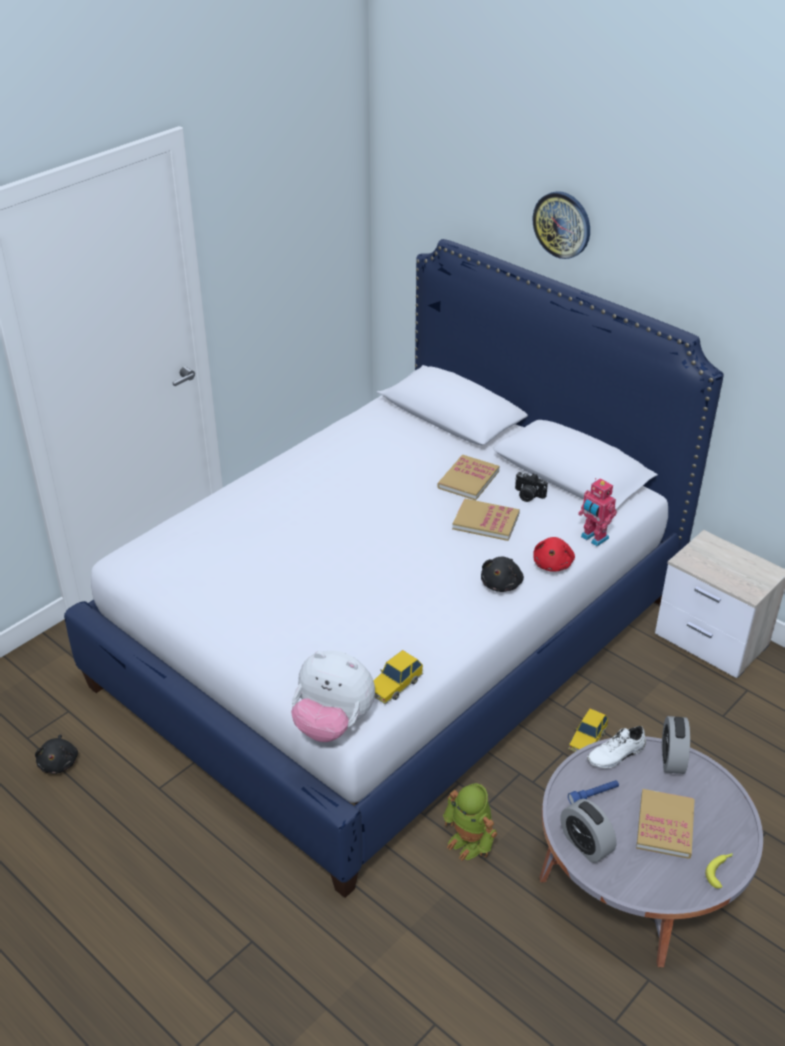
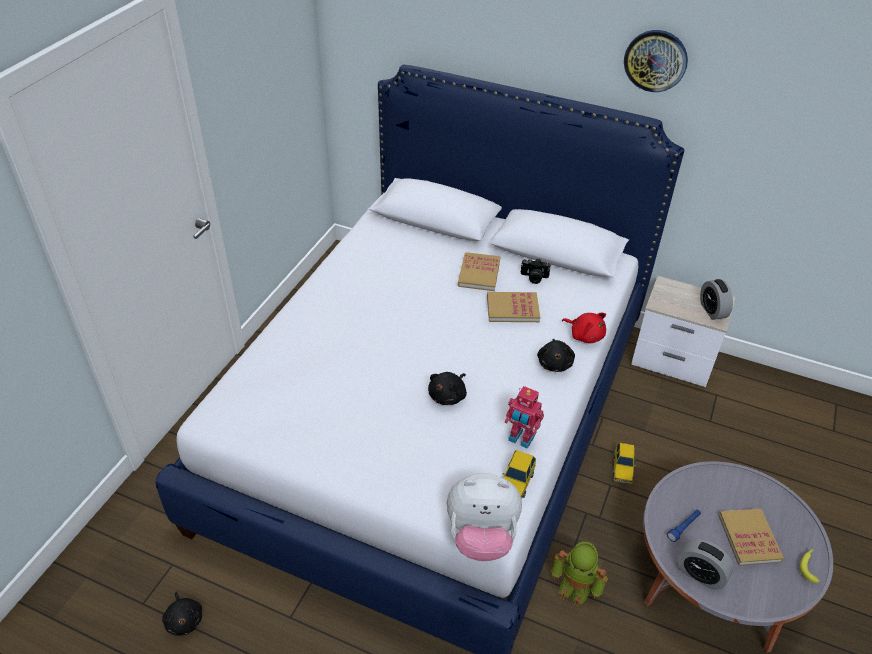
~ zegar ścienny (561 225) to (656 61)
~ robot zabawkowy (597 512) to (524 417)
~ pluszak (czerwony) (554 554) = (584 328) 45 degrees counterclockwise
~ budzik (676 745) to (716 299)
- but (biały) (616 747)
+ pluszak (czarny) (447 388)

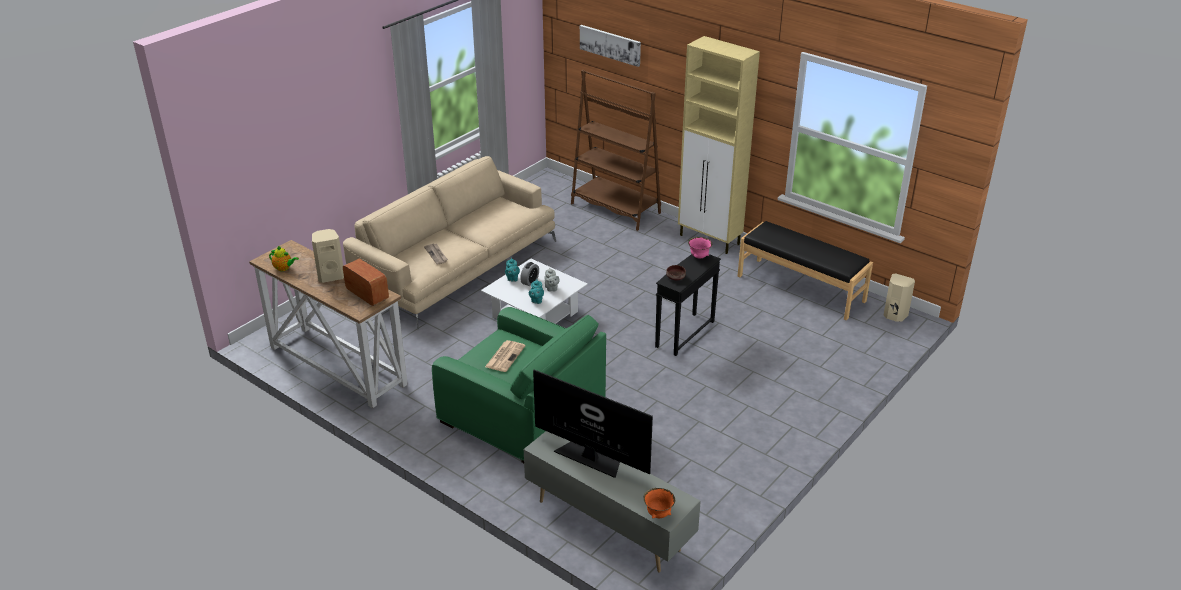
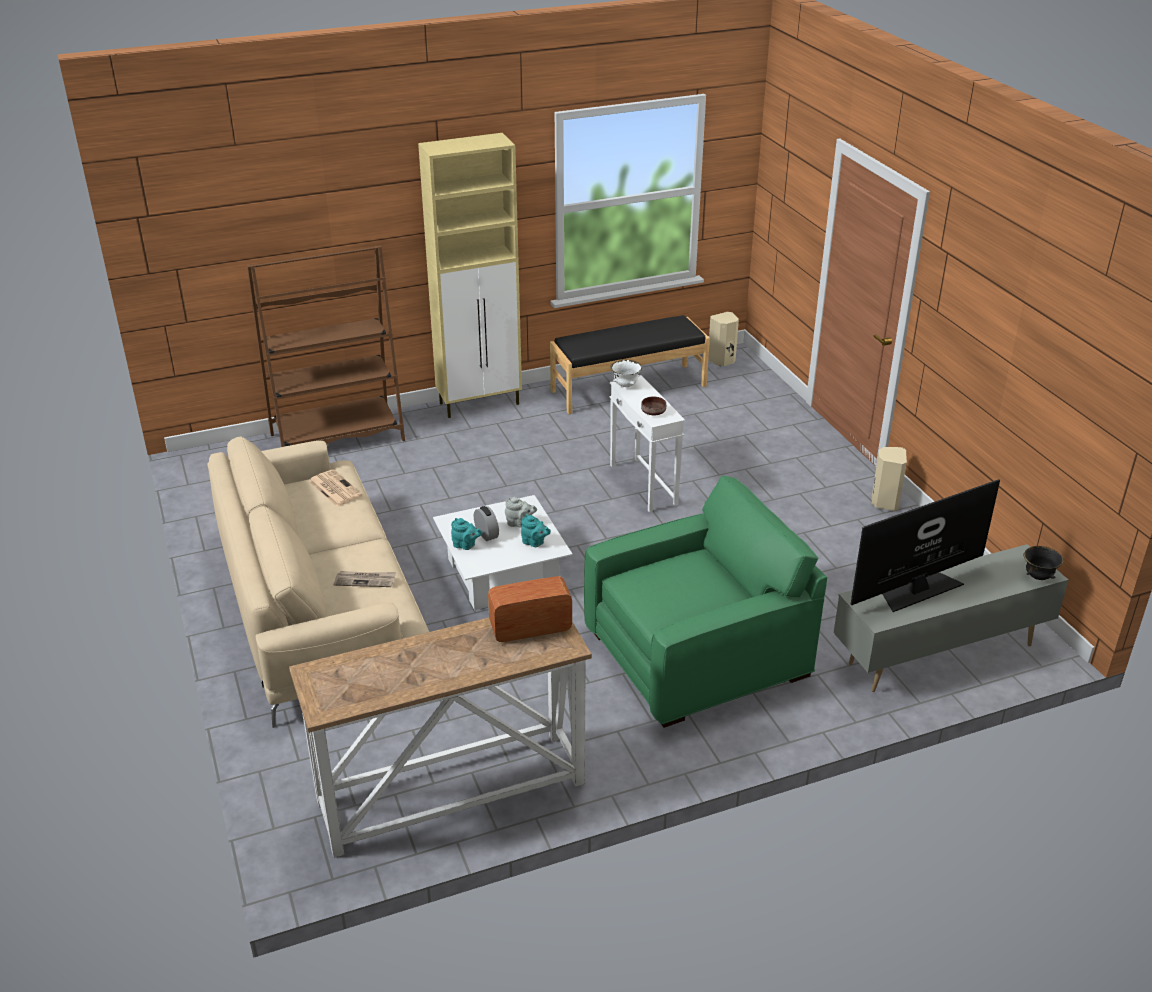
- obraz (610 46)
~ głośnik (beżowy) (328 256) to (889 479)
~ miska (różowy) (700 248) to miska (biały) (626 373)
- imbryk (284 258)
~ stolik (czarny) (688 305) to stolik (biały) (647 443)
~ gazeta (505 356) to (335 488)
~ miska (pomarańczowy) (659 503) to miska (czarny) (1043 563)

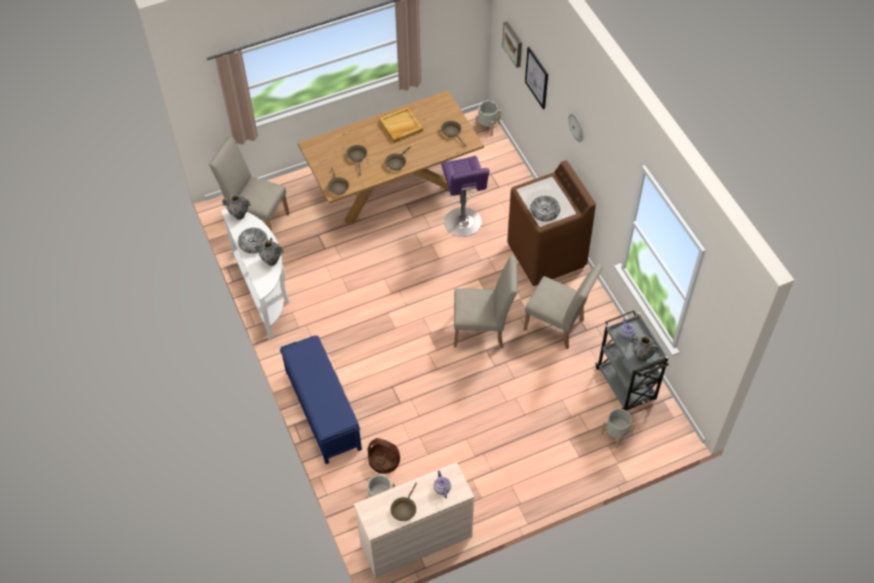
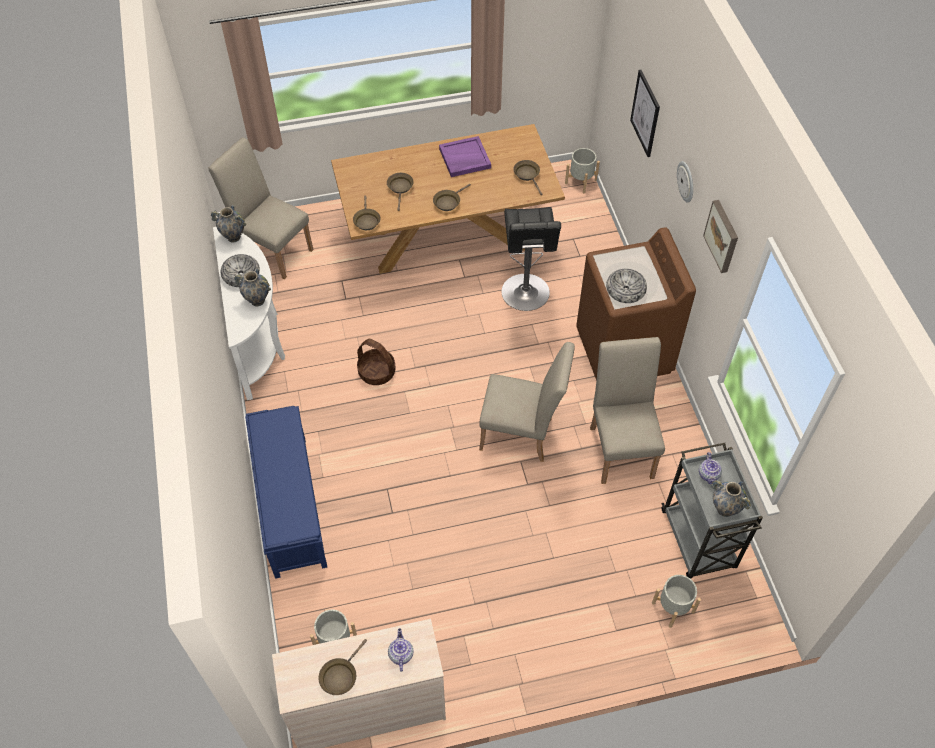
~ obraz (512 44) to (720 236)
~ taca (beżowy) (401 125) to taca (fioletowy) (465 156)
~ stołek (fioletowy) (465 196) to stołek (czarny) (531 259)
~ krzesło (beżowy) (563 306) = (627 410) 135 degrees counterclockwise
~ koszyk (384 456) to (376 362)

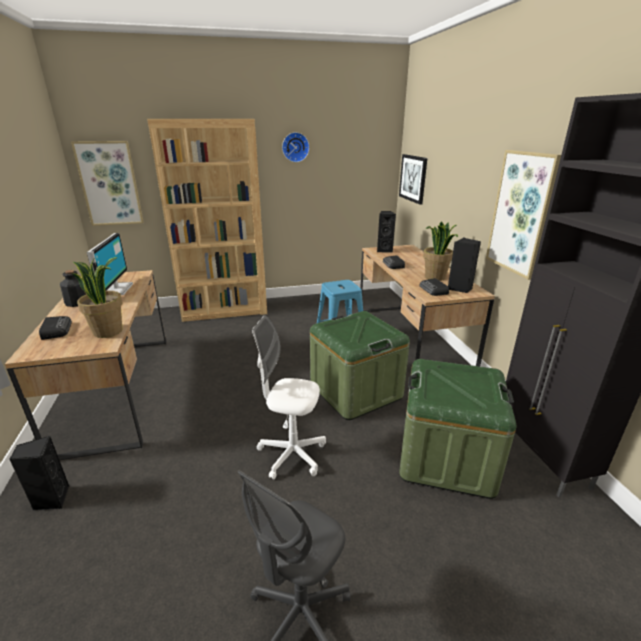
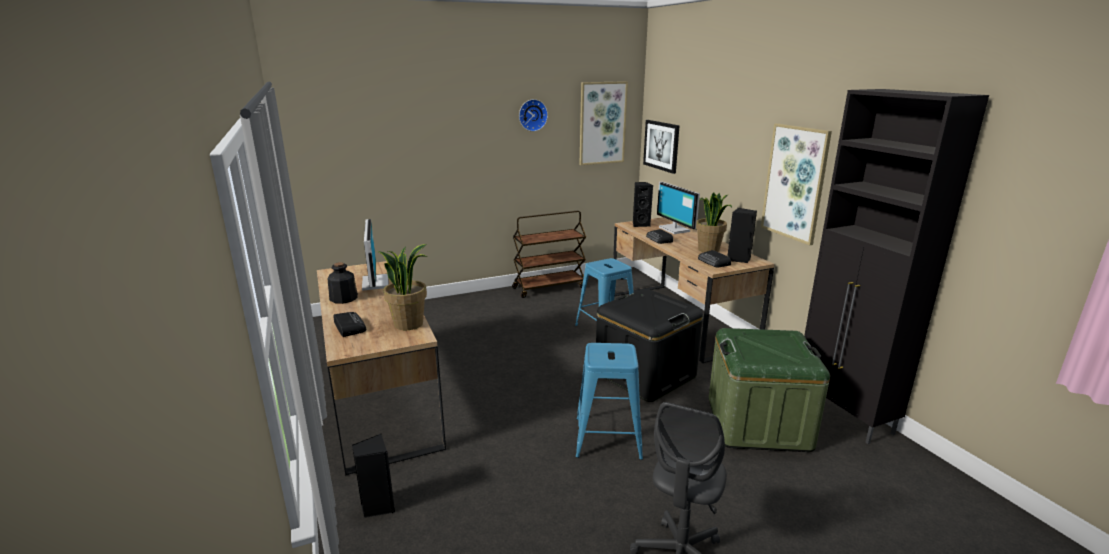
- regał (brązowy) (207 220)
~ obraz (107 183) to (603 123)
~ pojemnik do przechowywania (zielony) (360 365) to pojemnik do przechowywania (czarny) (649 345)
~ krzesło biurowe (biały) (289 397) to stołek (niebieski) (609 401)
+ monitor (678 208)
+ wózek (brązowy) (549 254)

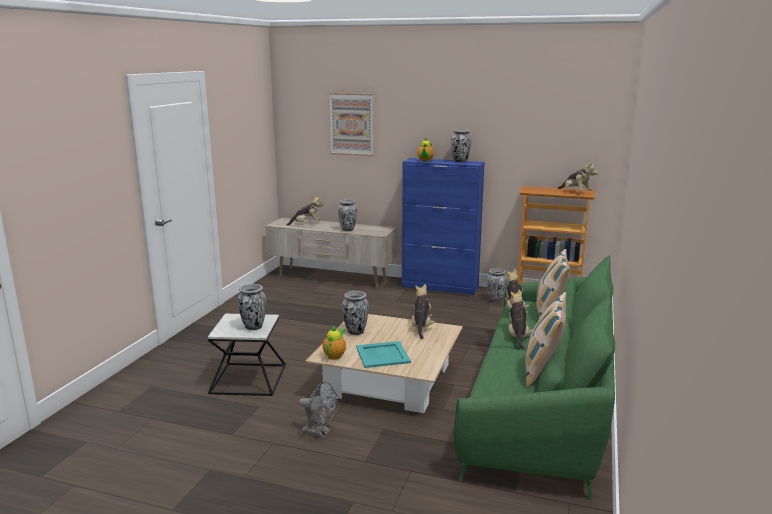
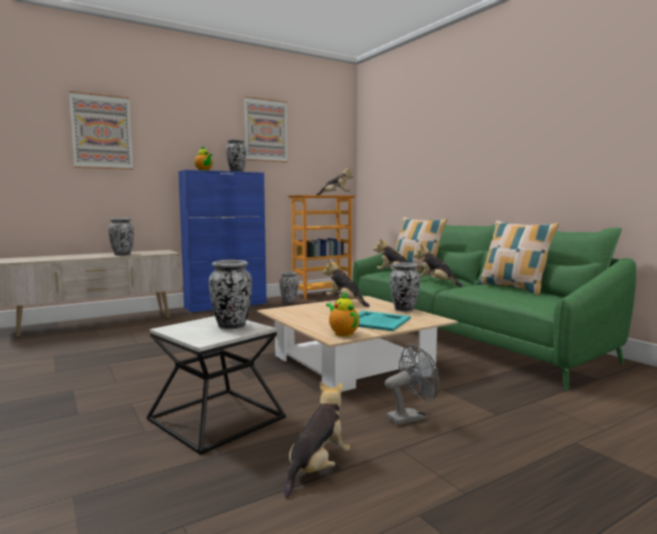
~ pluszak (305 210) to (317 439)
~ wazon (355 313) to (405 287)
+ obraz (266 129)

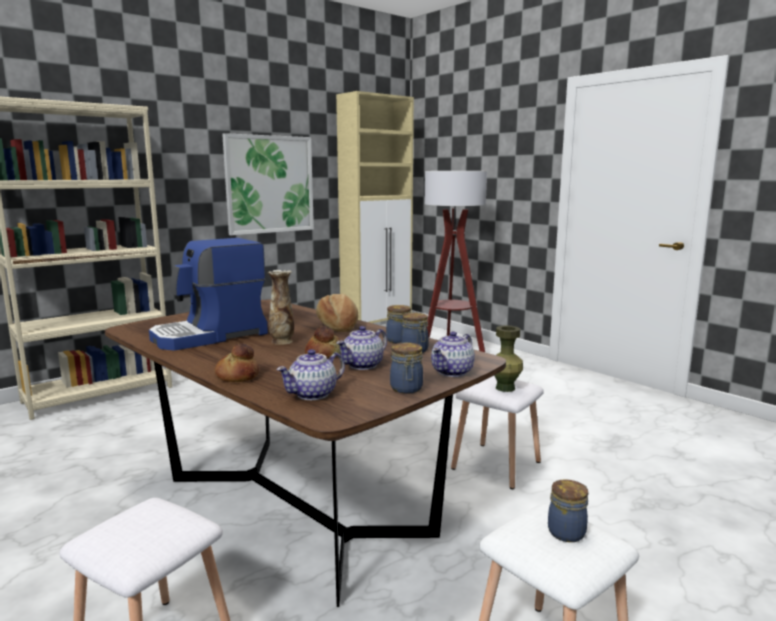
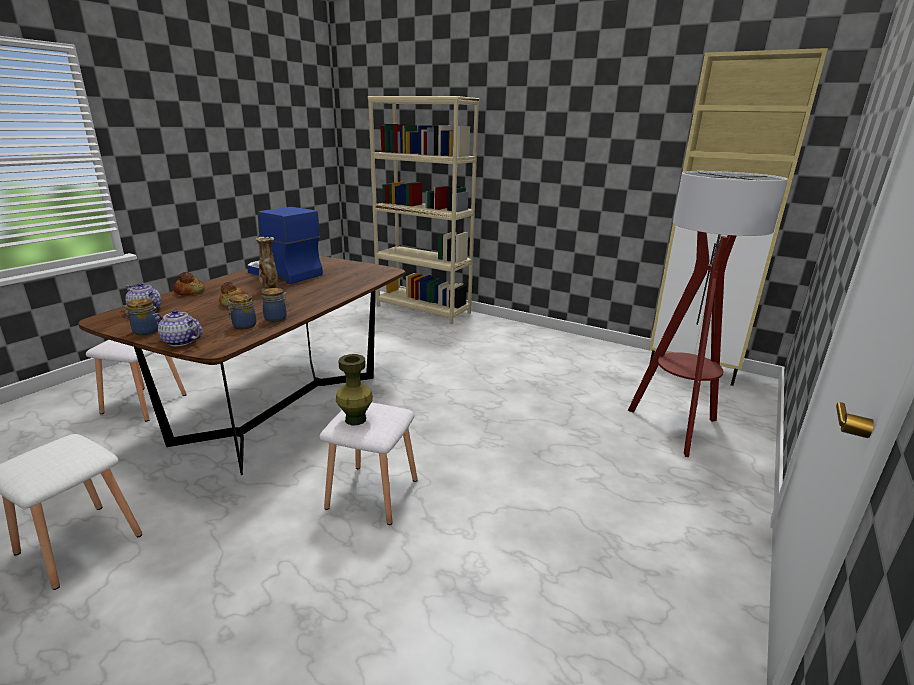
- obraz (268 184)
- chleb (337 313)
- imbryk (361 348)
- słoik (568 510)

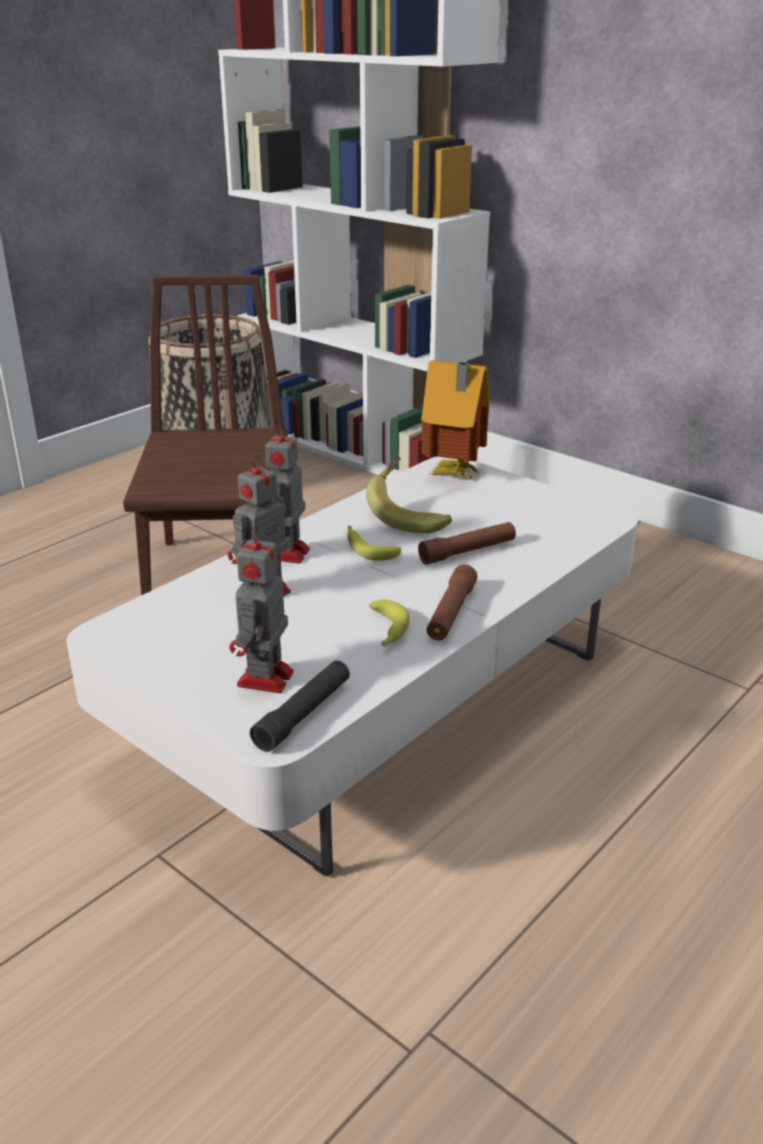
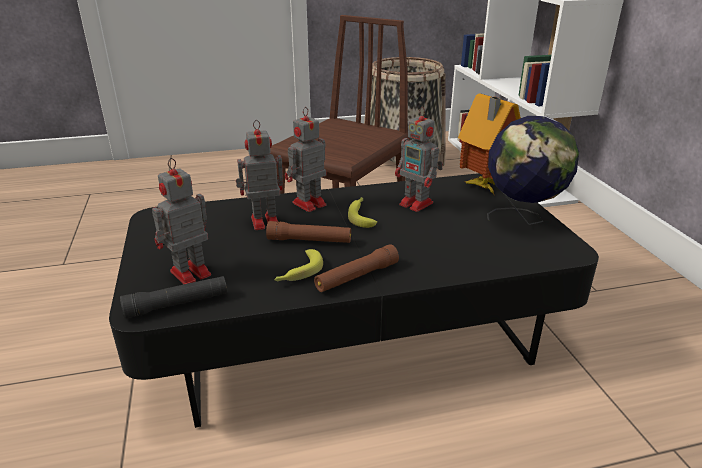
~ ława (biały) (352 666) to ława (czarny) (354 300)
~ banan (409 494) to robot zabawkowy (419 159)
~ latarka (brązowy) (467 543) to (308 232)
+ globus (533 170)

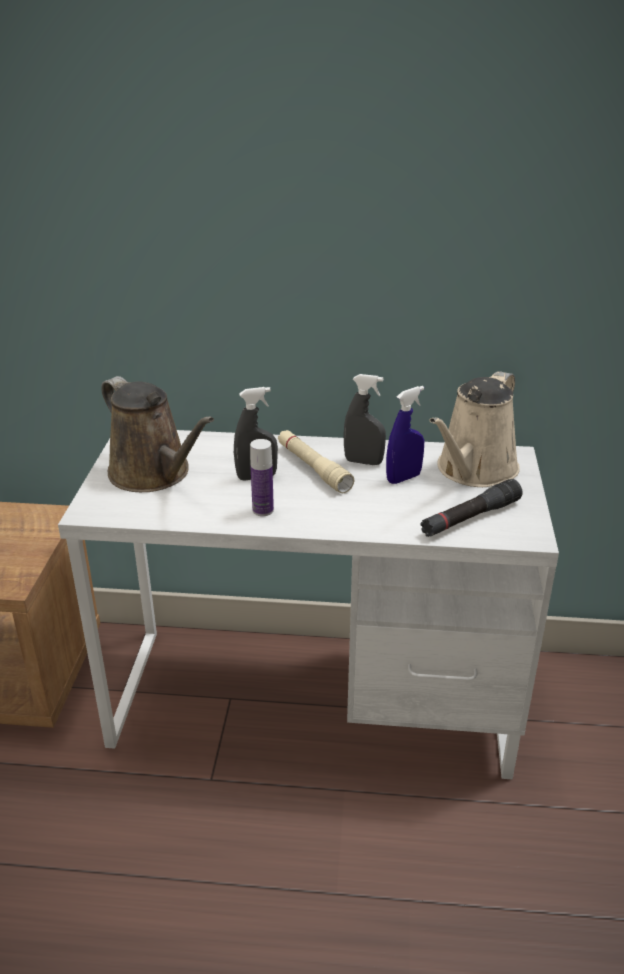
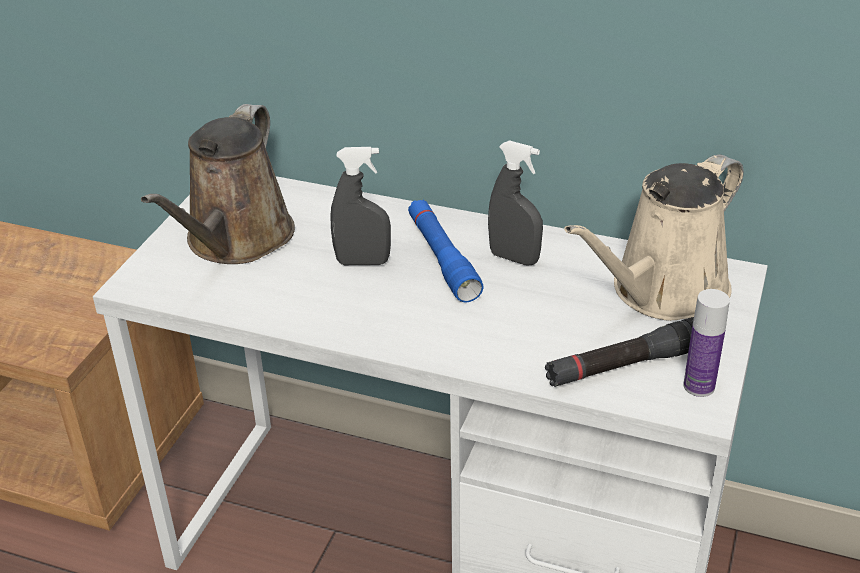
~ konewka (brązowy) (157 434) = (218 184) 45 degrees clockwise
- spryskiwacz (niebieski) (405 435)
~ latarka (beżowy) (316 461) to latarka (niebieski) (446 251)
~ butelka (262 477) to (706 343)

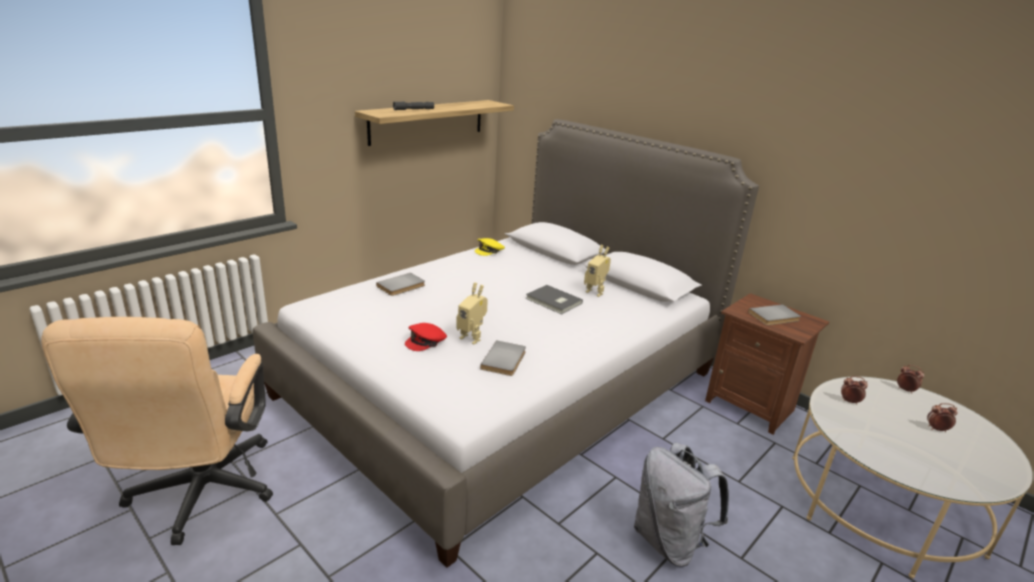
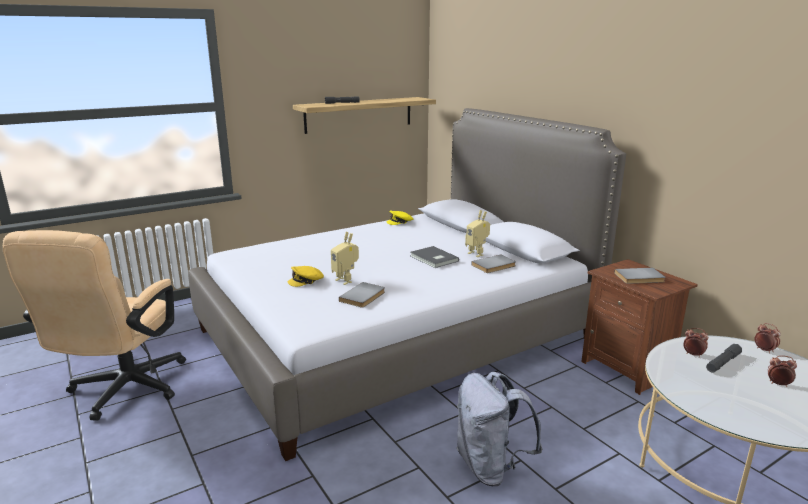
~ książka (szary) (400 284) to (493 264)
~ czapka z daszkiem (czerwony) (426 337) to czapka z daszkiem (żółty) (306 276)
+ latarka (szary) (724 358)

